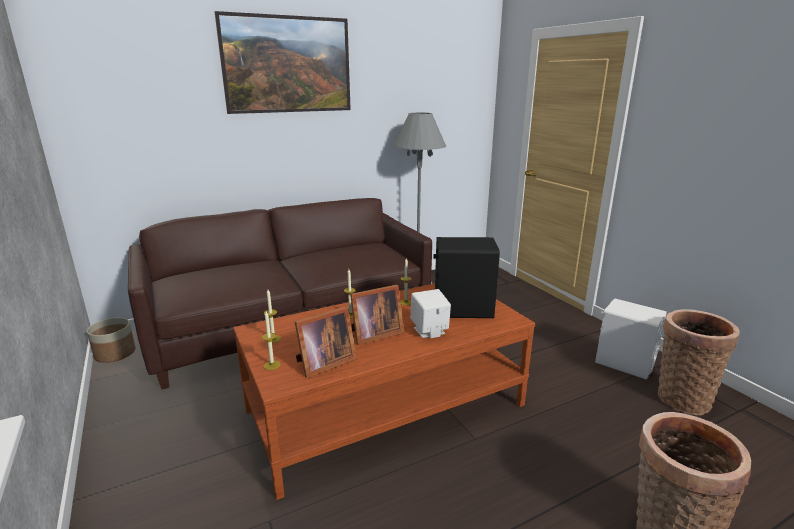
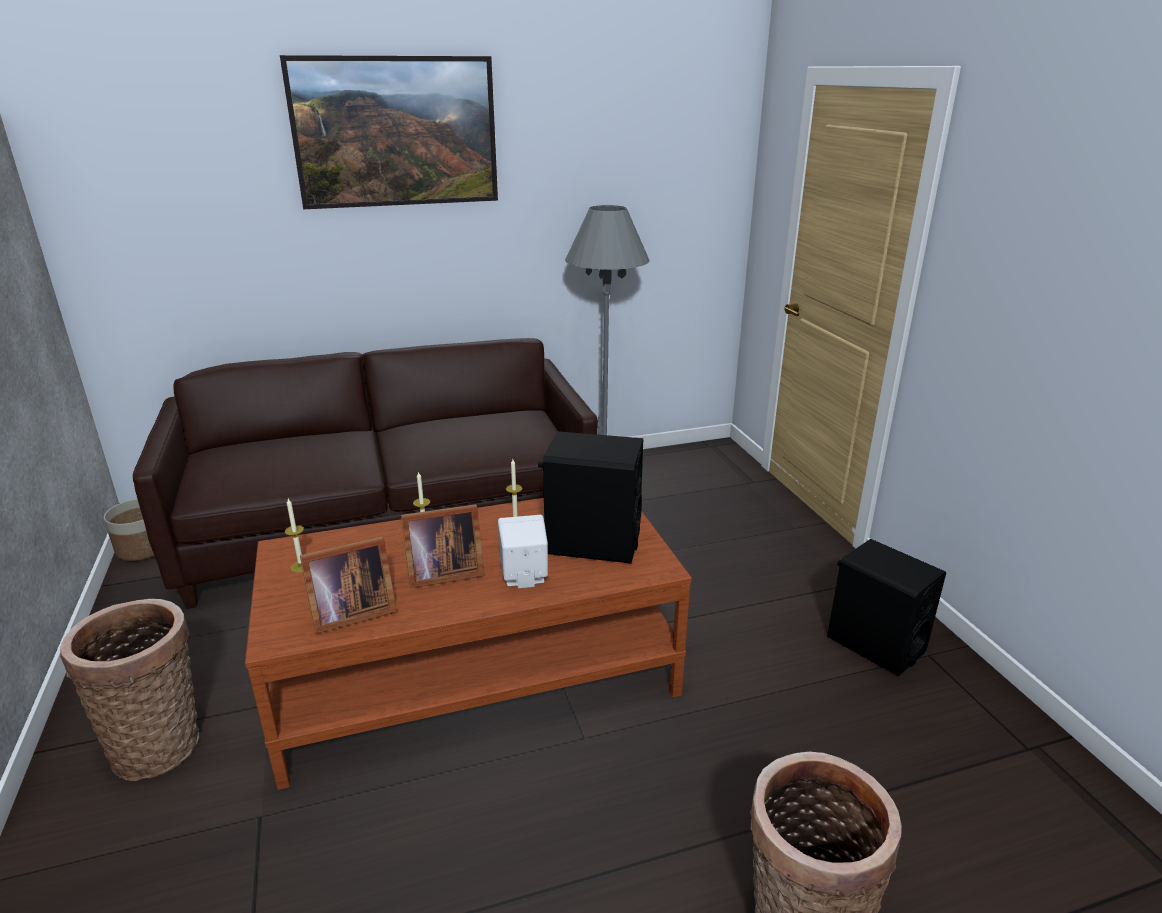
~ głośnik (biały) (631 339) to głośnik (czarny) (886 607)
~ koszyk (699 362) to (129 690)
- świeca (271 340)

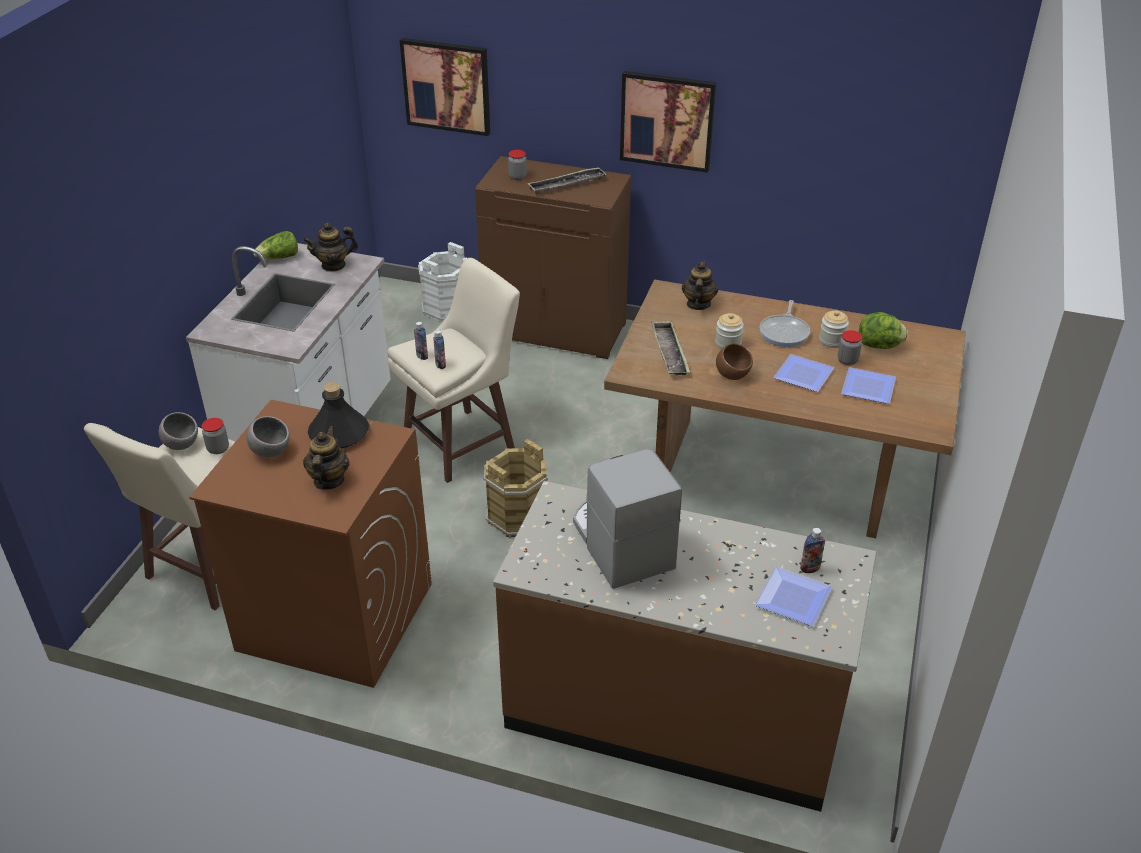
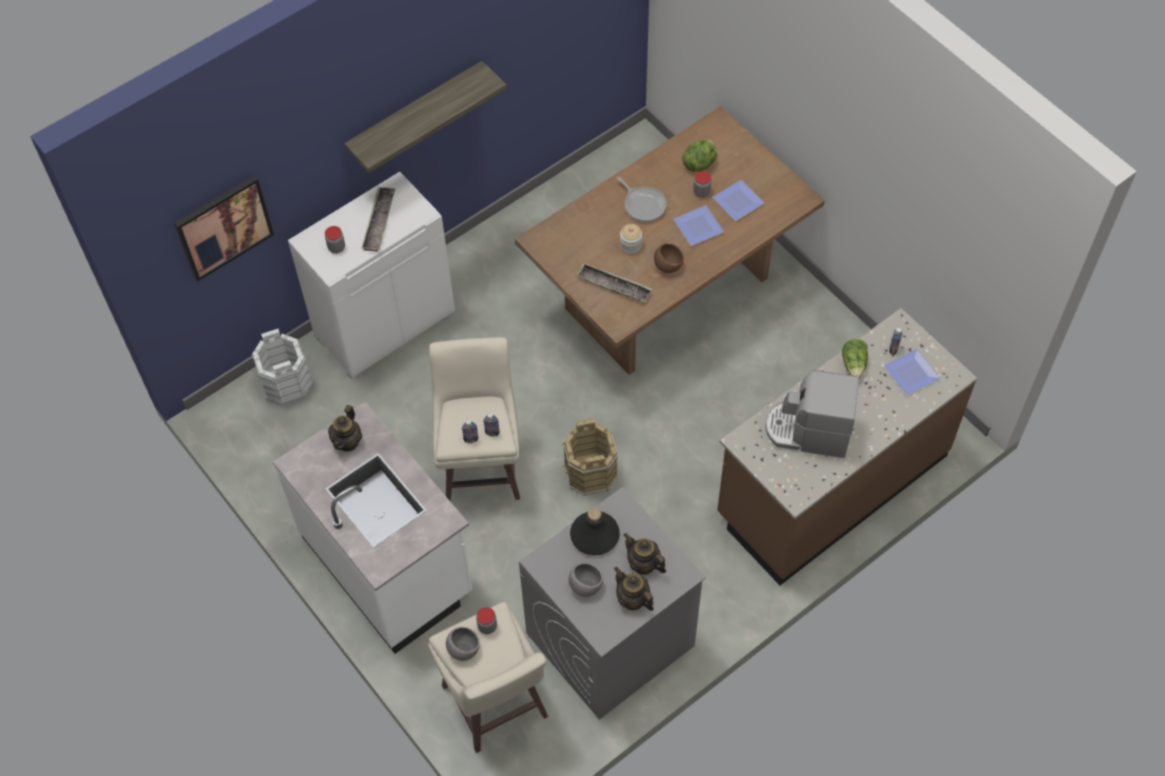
~ obraz (668 122) to półka (425 117)
~ szafka (brązowy) (553 257) to szafka (biały) (371 275)
~ sałata (275 245) to (855 358)
~ imbryk (700 285) to (634 589)
- słoik (834 329)
~ pralka (brązowy) (310 544) to pralka (szary) (612 603)

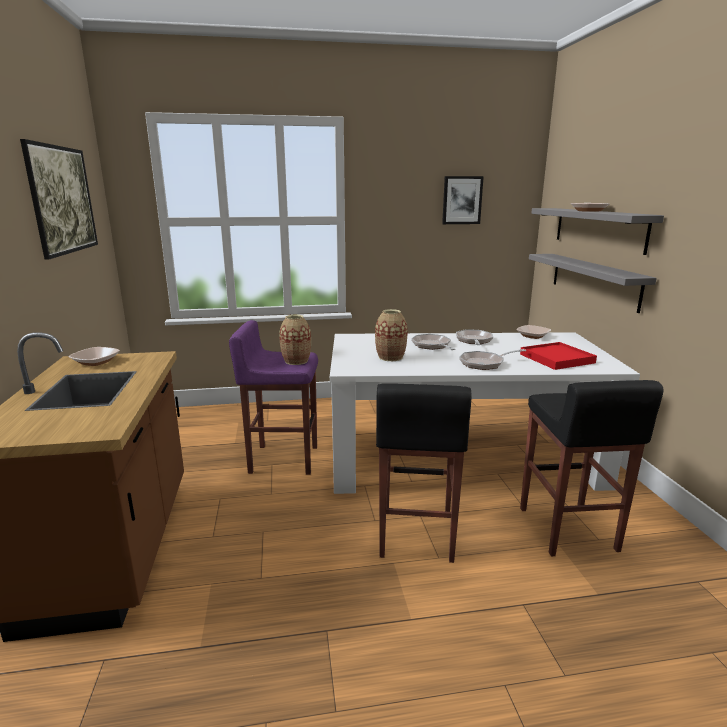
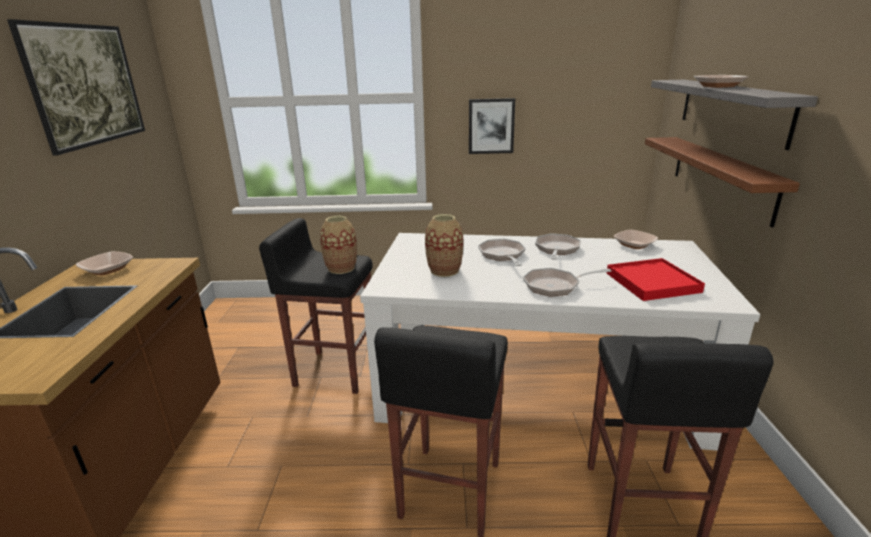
~ obraz (463 200) to (492 126)
~ półka (szary) (593 283) to półka (brązowy) (722 182)
~ stołek (fioletowy) (273 397) to stołek (czarny) (316 306)

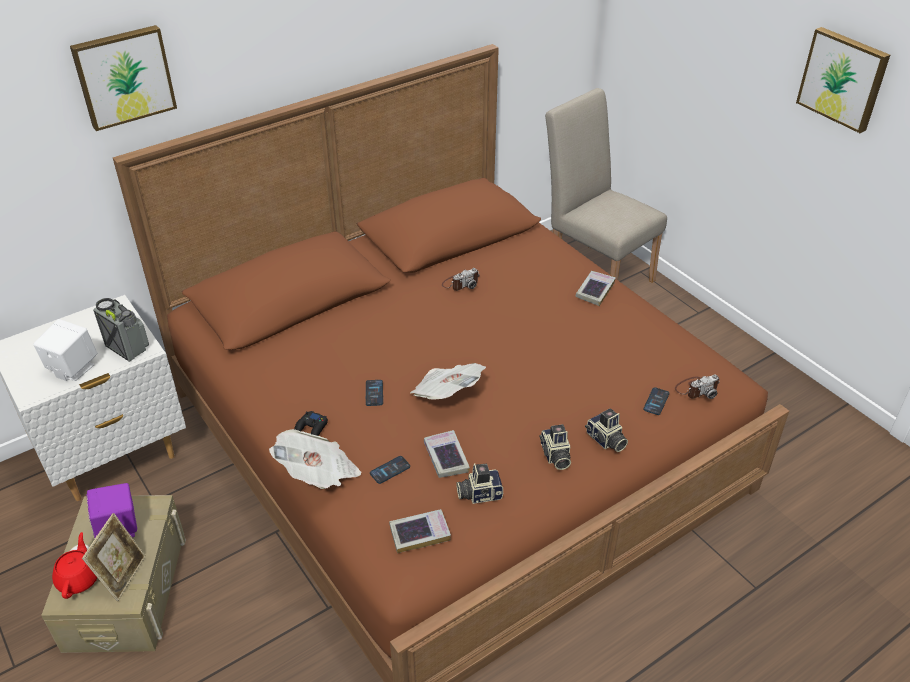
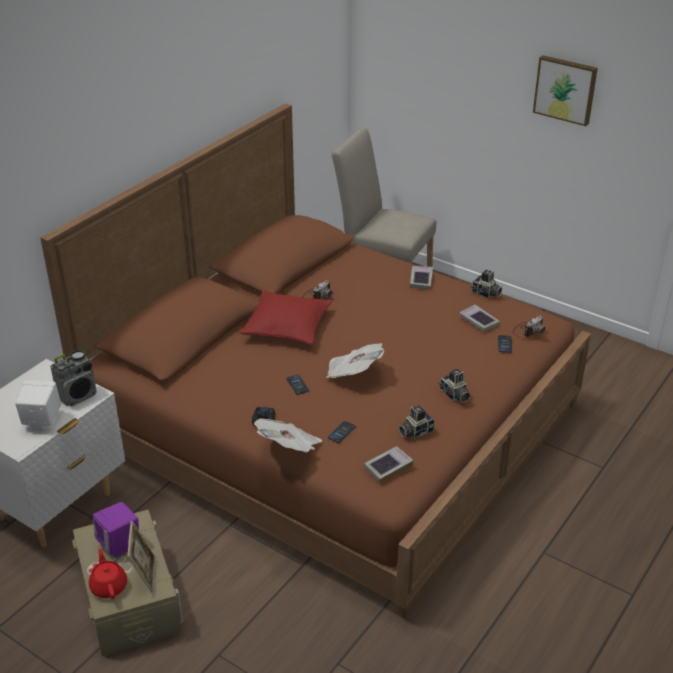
- obraz (123 78)
~ radio (121 330) = (73 378) 120 degrees clockwise
~ aparat fotograficzny (606 430) to (486 284)
~ książka (447 454) to (479 318)
+ poduszka (czerwony) (285 317)

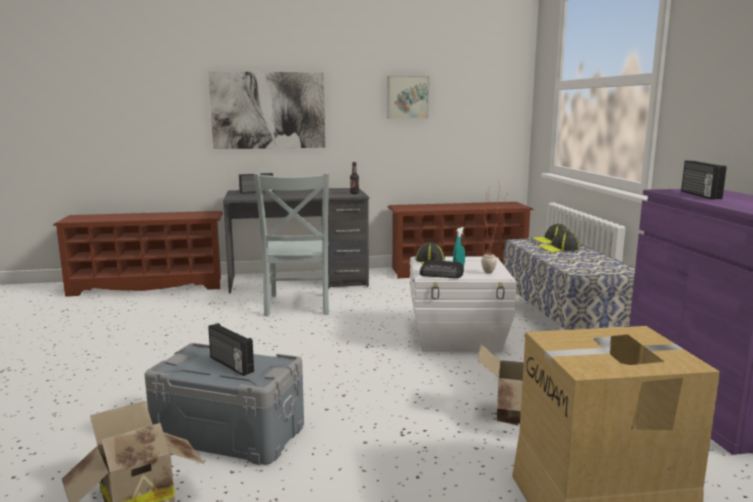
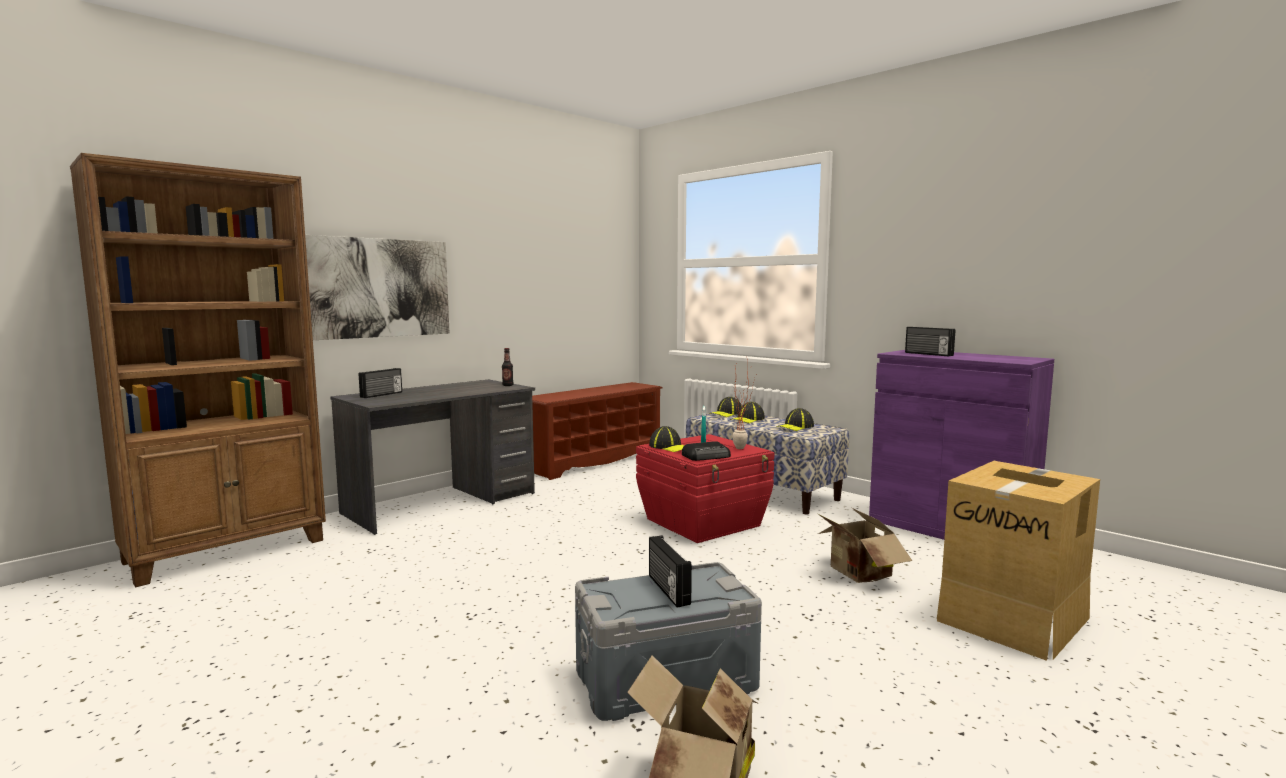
- obraz (408 97)
- krzesło (szary) (291 244)
~ regał na buty (brązowy) (138 254) to regał (brązowy) (198 370)
~ pojemnik do przechowywania (biały) (463 304) to pojemnik do przechowywania (czerwony) (705 488)
~ radio (231 349) = (670 571) 60 degrees clockwise
+ czapka z daszkiem (795 419)

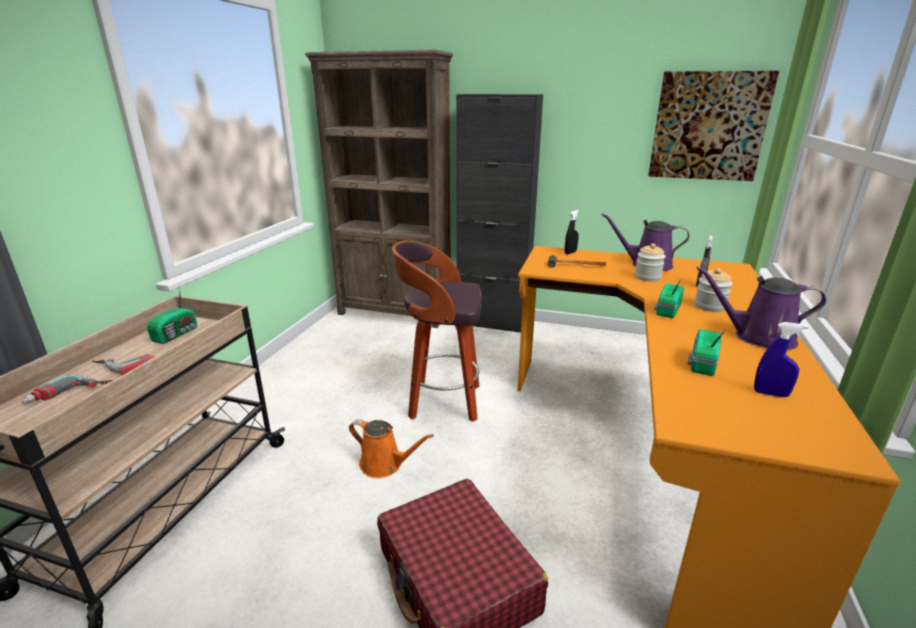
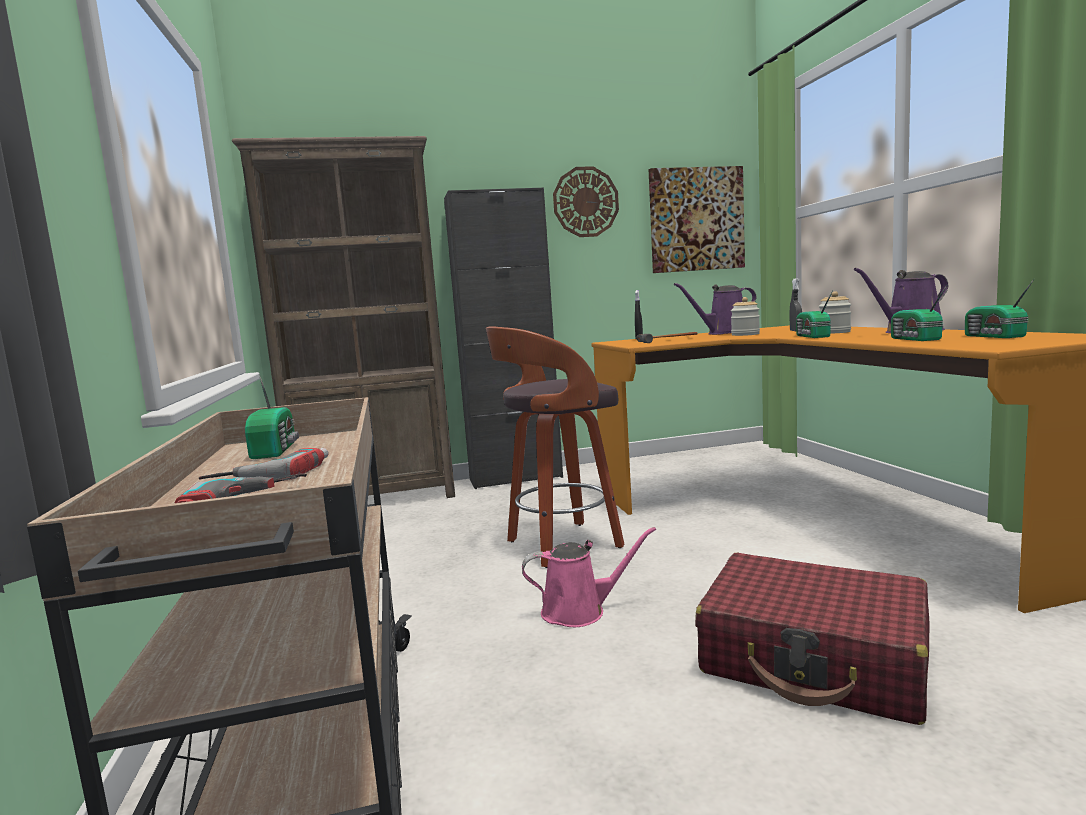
~ spryskiwacz (niebieski) (781 359) to radio (1000 308)
~ konewka (pomarańczowy) (391 448) to konewka (różowy) (589 577)
+ zegar ścienny (586 201)

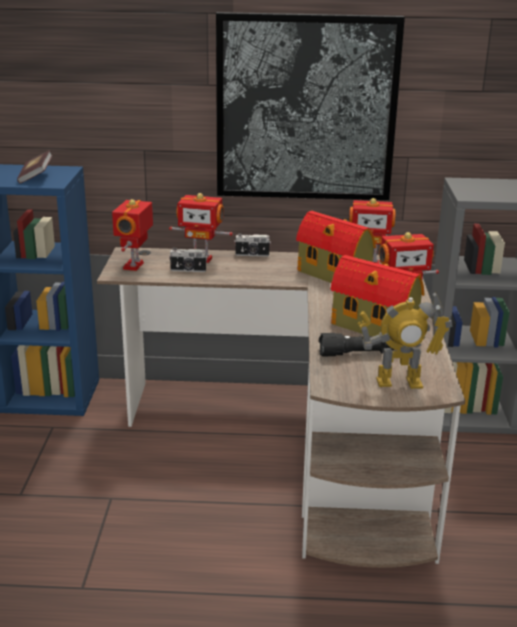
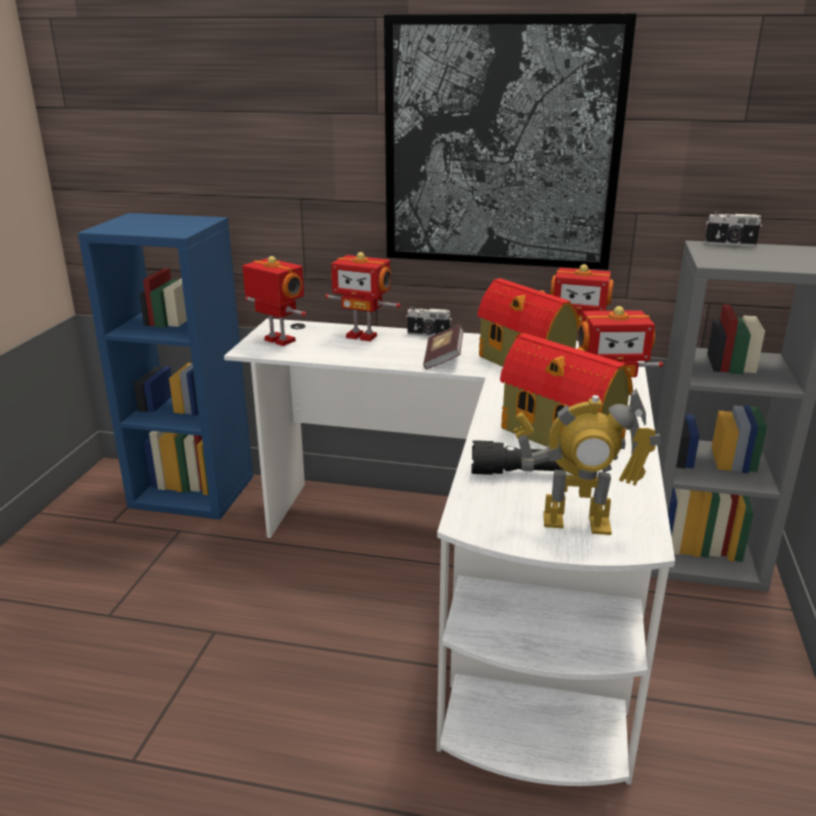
~ książka (34 166) to (443 346)
~ robot zabawkowy (132 235) = (274 301) 105 degrees clockwise
~ biurko (brązowy) (281 407) to biurko (biały) (449 552)
~ aparat fotograficzny (188 260) to (733 228)

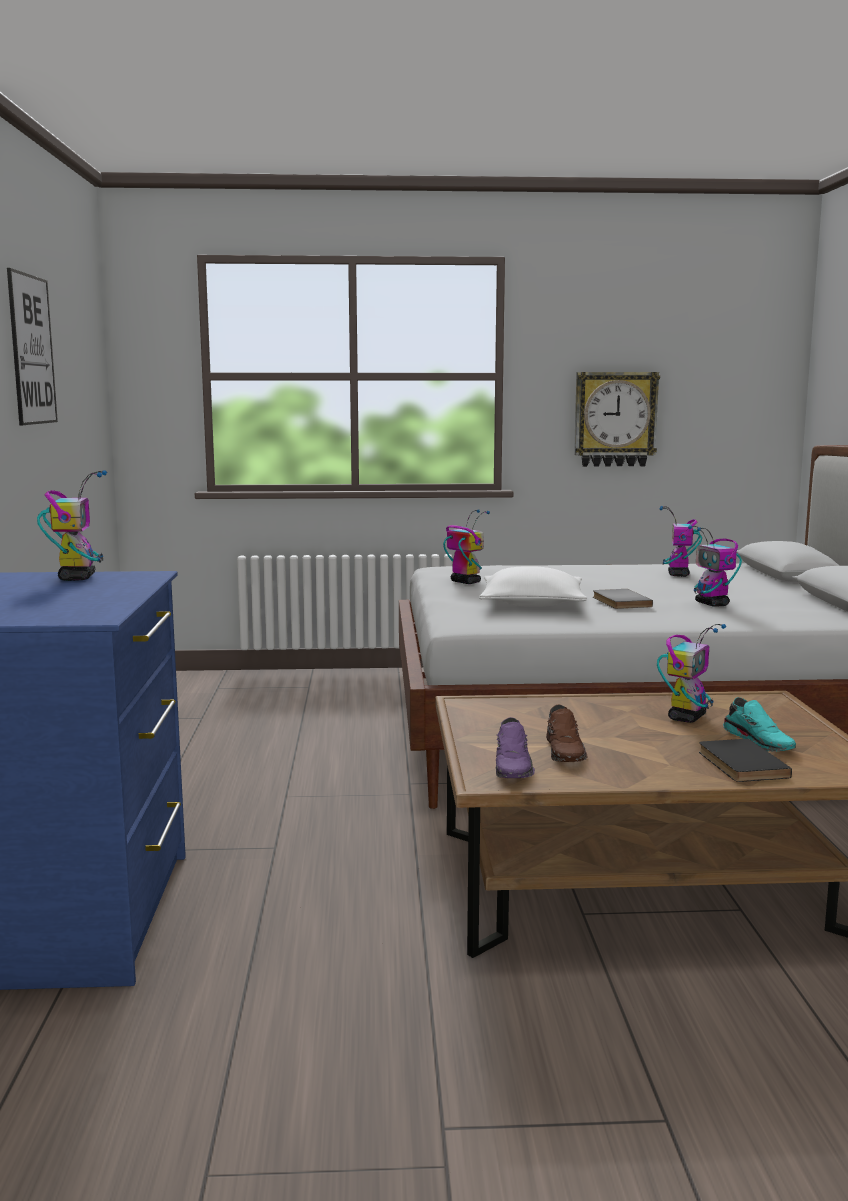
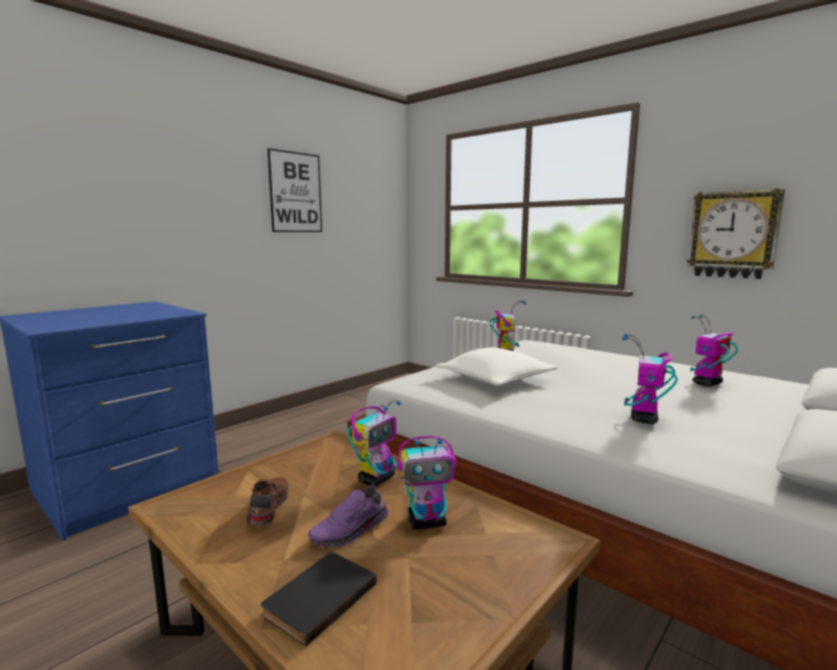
~ robot zabawkowy (72 525) to (374 444)
- książka (szary) (623 599)
- but (turkusowy) (759 724)
~ but (brązowy) (566 733) = (267 501) 135 degrees clockwise
~ but (fioletowy) (515 747) to (348 516)

